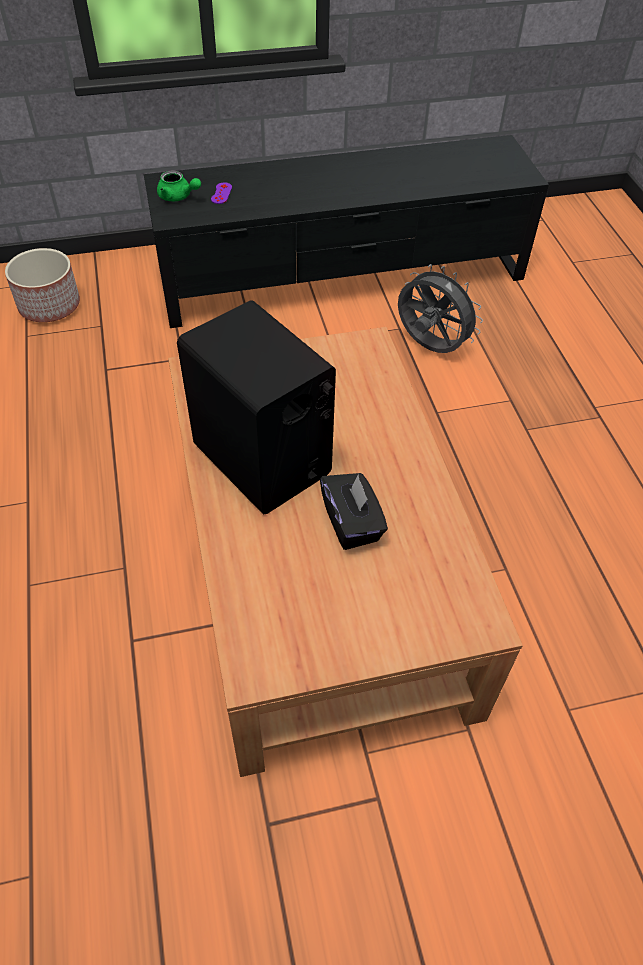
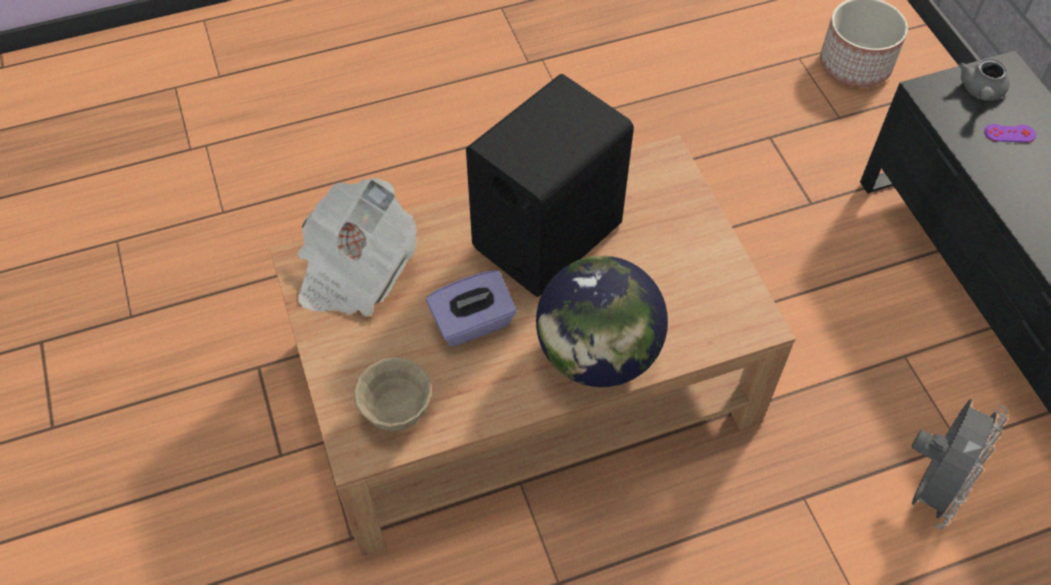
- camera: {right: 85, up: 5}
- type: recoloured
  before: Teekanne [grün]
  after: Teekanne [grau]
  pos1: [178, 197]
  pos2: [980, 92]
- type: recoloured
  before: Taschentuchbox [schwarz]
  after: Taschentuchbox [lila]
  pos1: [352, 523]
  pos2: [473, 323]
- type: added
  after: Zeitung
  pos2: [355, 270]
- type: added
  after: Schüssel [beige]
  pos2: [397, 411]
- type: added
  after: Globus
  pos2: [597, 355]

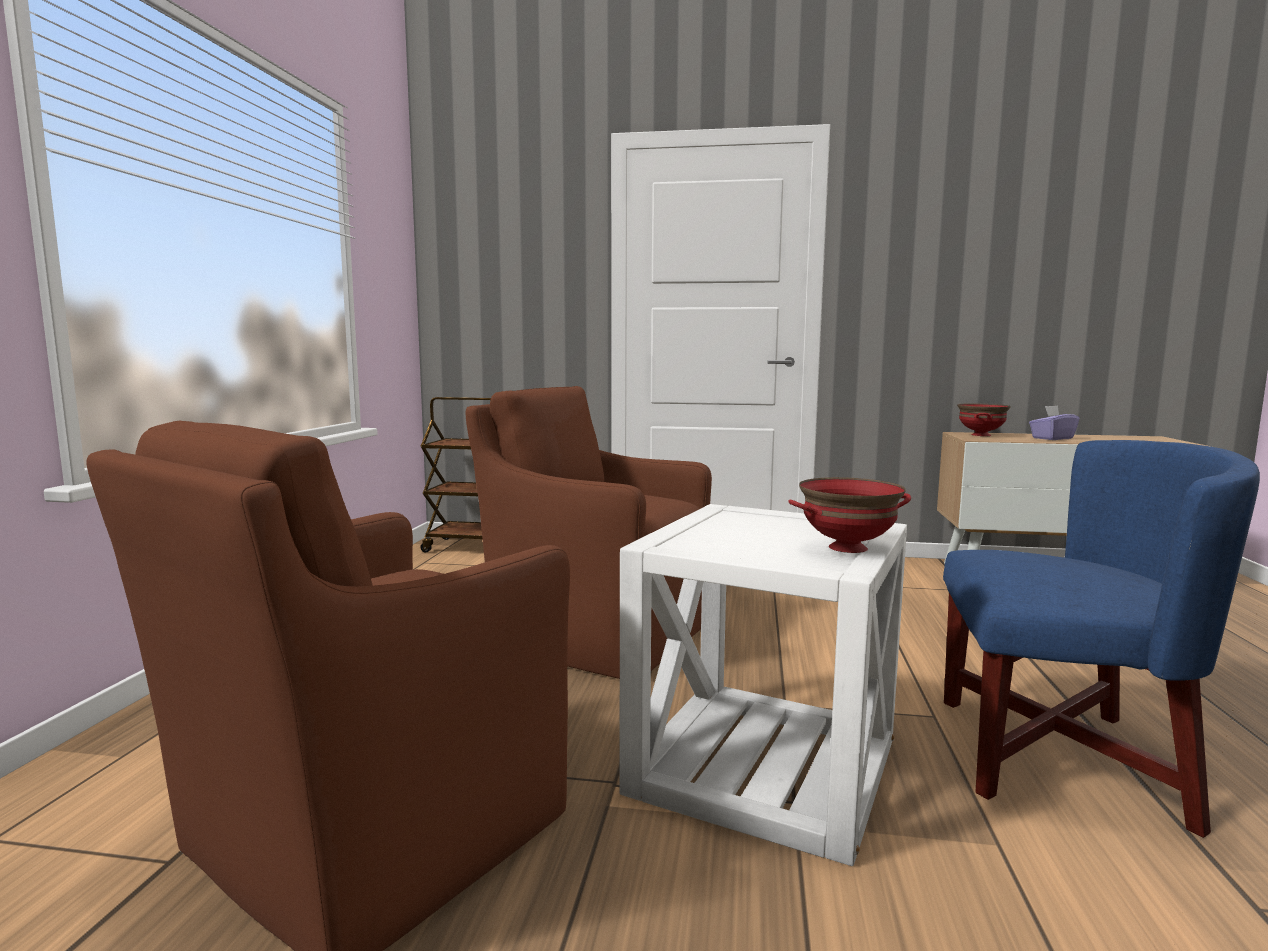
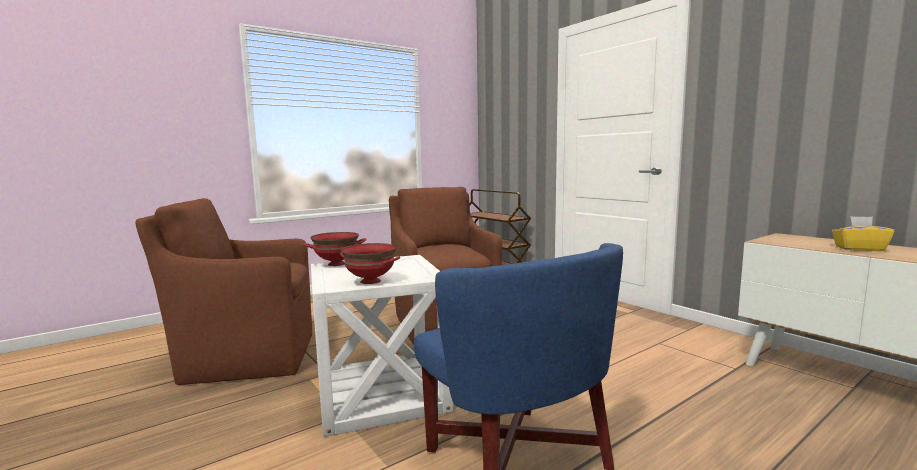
- camera: {right: 45, up: 0}
- type: moved
  before: Schüssel [rot]
  pos1: [981, 435]
  pos2: [336, 264]
- type: recoloured
  before: Taschentuchbox [lila]
  after: Taschentuchbox [gelb]
  pos1: [1052, 438]
  pos2: [859, 248]

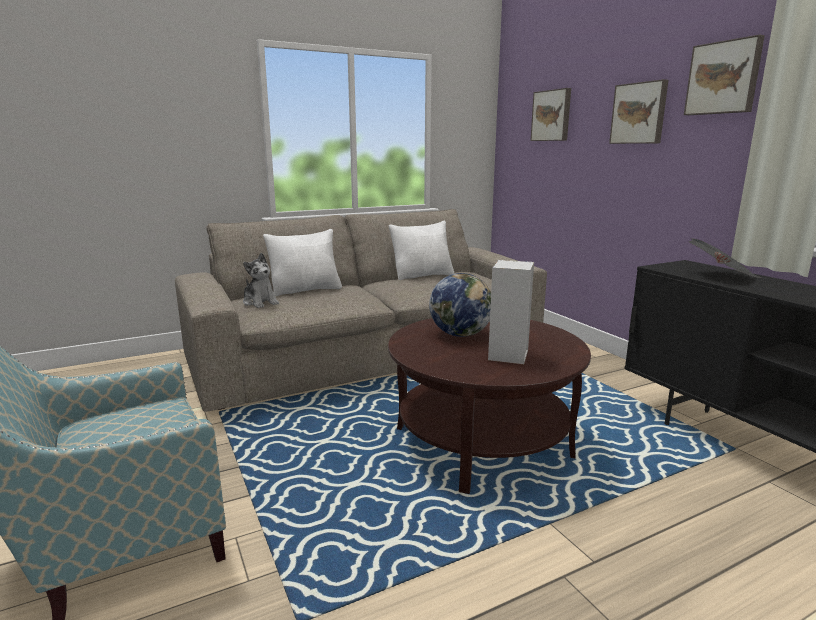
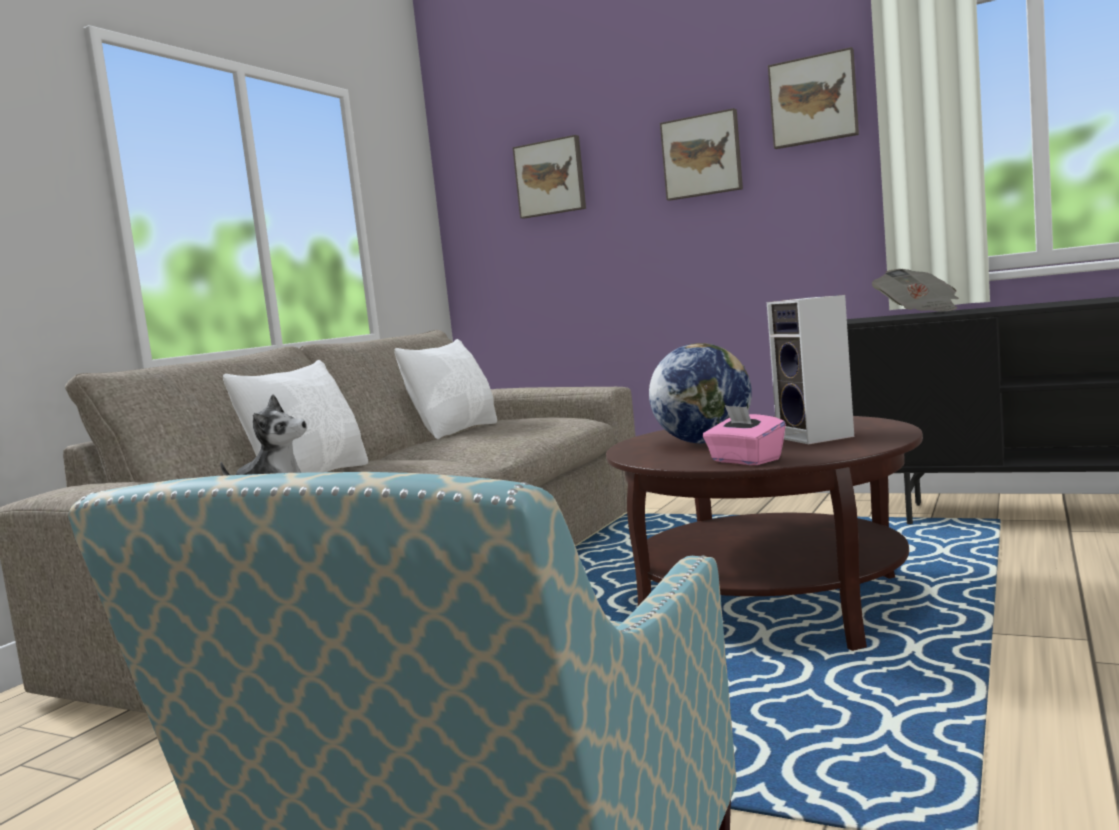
- camera: {right: -35, up: -10}
- type: added
  after: Taschentuchbox [rosa]
  pos2: [745, 461]

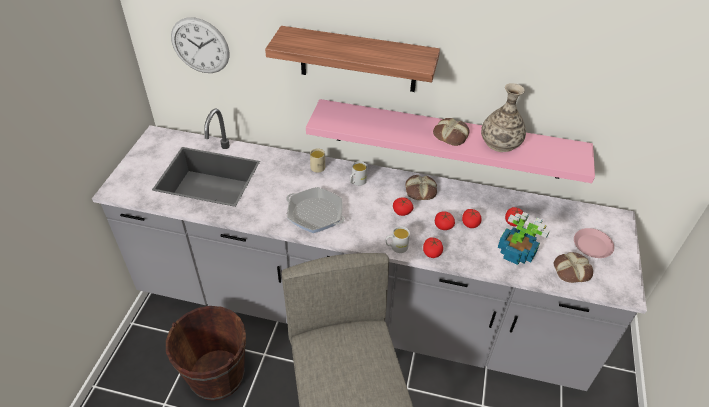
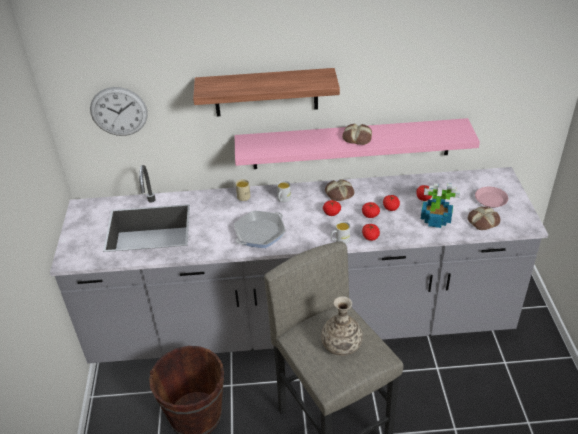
- camera: {right: -15, up: -5}
- type: turned
  before: Pfanne
  pos1: [315, 214]
  pos2: [260, 233]
  turn: -60
- type: moved
  before: Vase
  pos1: [500, 143]
  pos2: [341, 344]

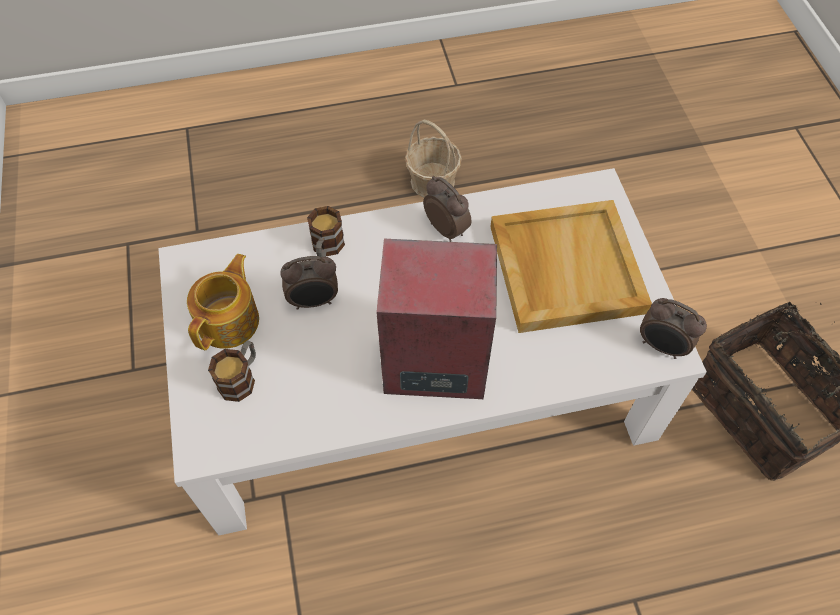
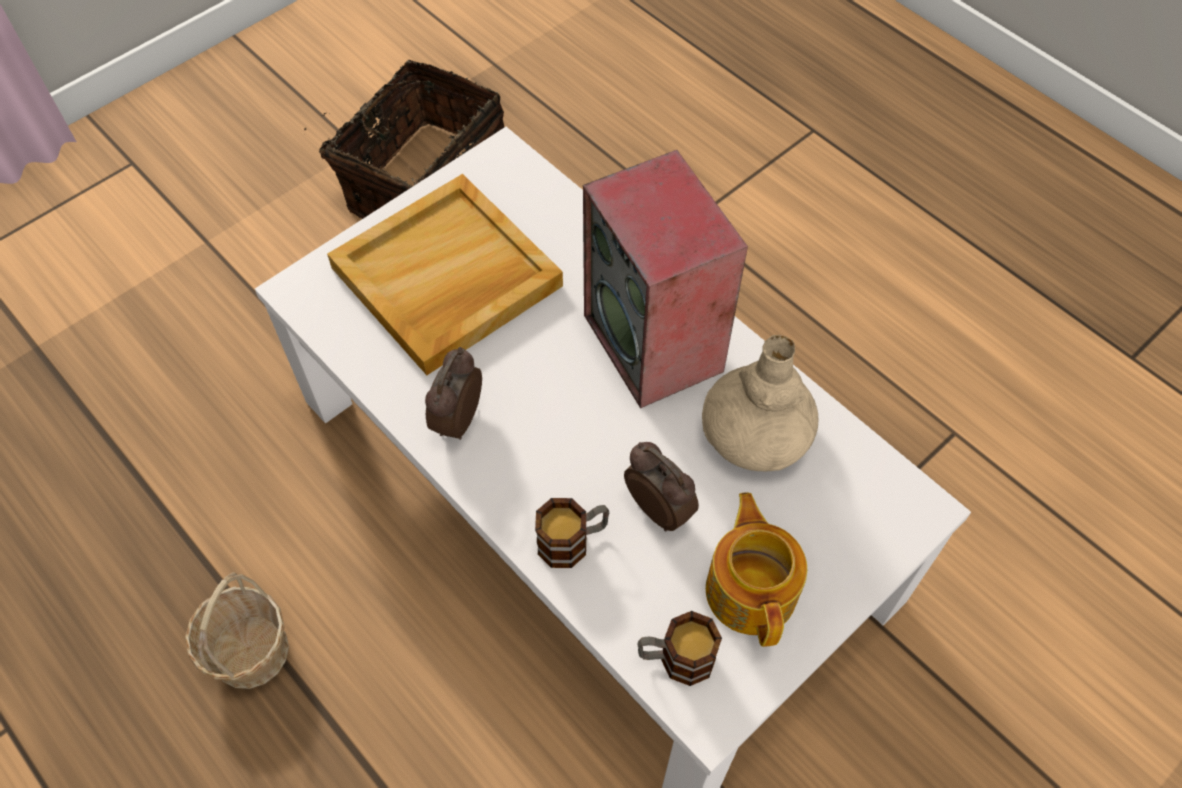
- camera: {right: -120, up: 0}
- type: turned
  before: Teekanne
  pos1: [230, 320]
  pos2: [751, 589]
  turn: 90
- type: moved
  before: Henkelbecher
  pos1: [241, 378]
  pos2: [675, 658]
- type: removed
  before: Wecker
  pos1: [662, 346]
- type: added
  after: Vase [beige]
  pos2: [756, 432]

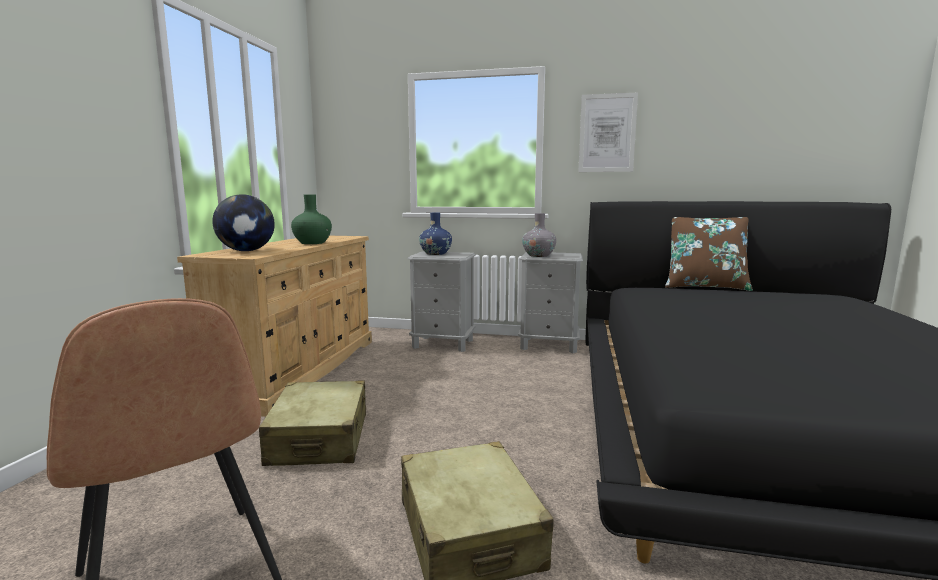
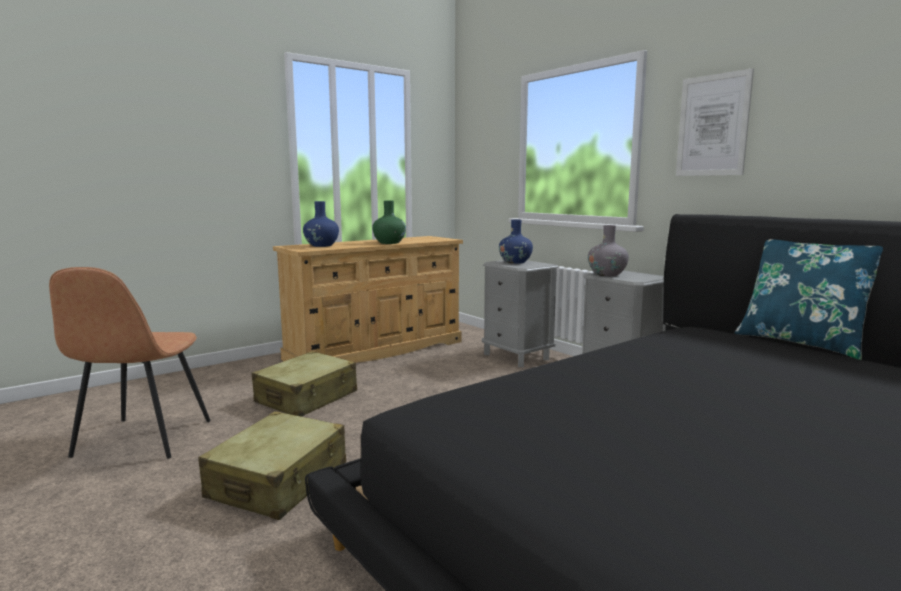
- camera: {right: 40, up: 0}
- type: replaced
  before: Globus
  after: Vase [blau]
  pos1: [246, 251]
  pos2: [321, 245]
- type: recoloured
  before: Kissen [braun]
  after: Kissen [blau]
  pos1: [704, 287]
  pos2: [801, 343]

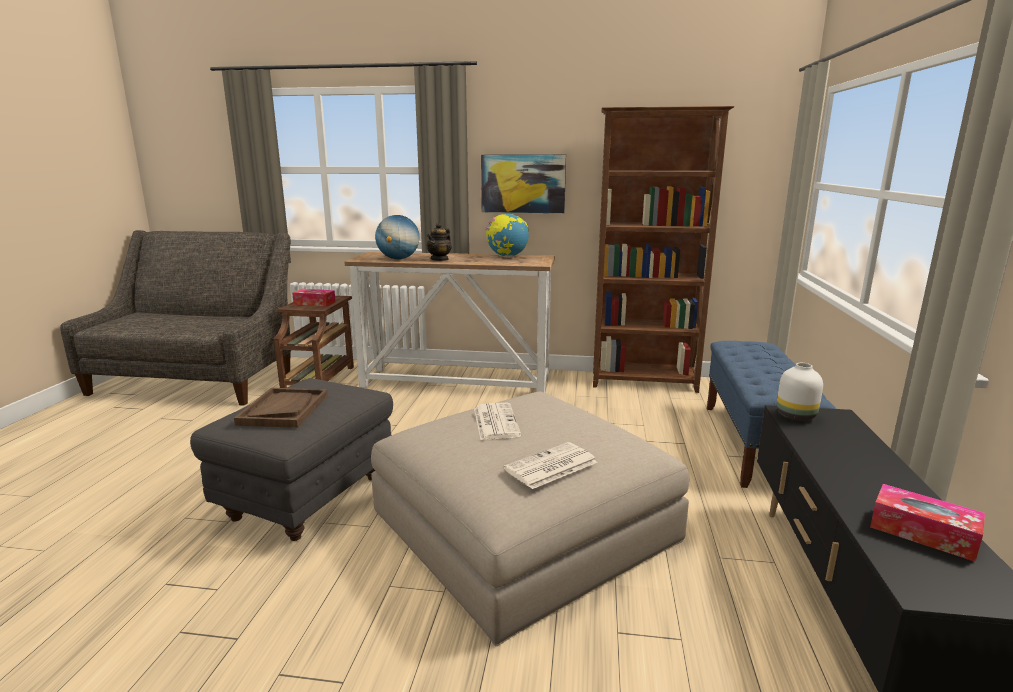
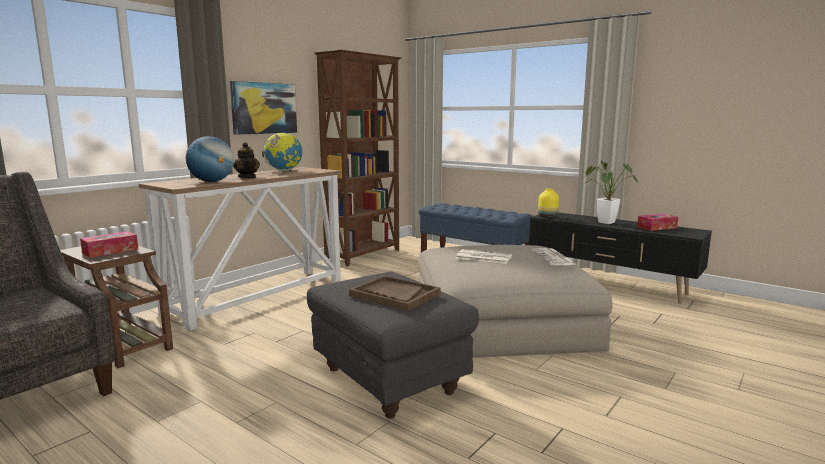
- camera: {right: -60, up: -5}
- type: recoloured
  before: Vase [weiß]
  after: Vase [gelb]
  pos1: [795, 416]
  pos2: [547, 217]
- type: added
  after: Topfpflanze
  pos2: [603, 222]

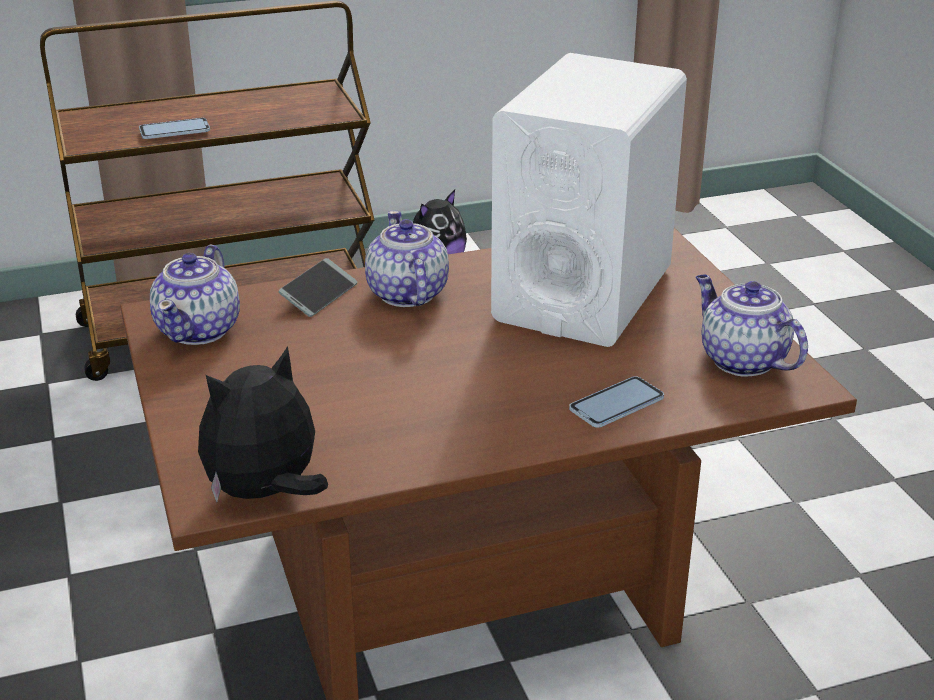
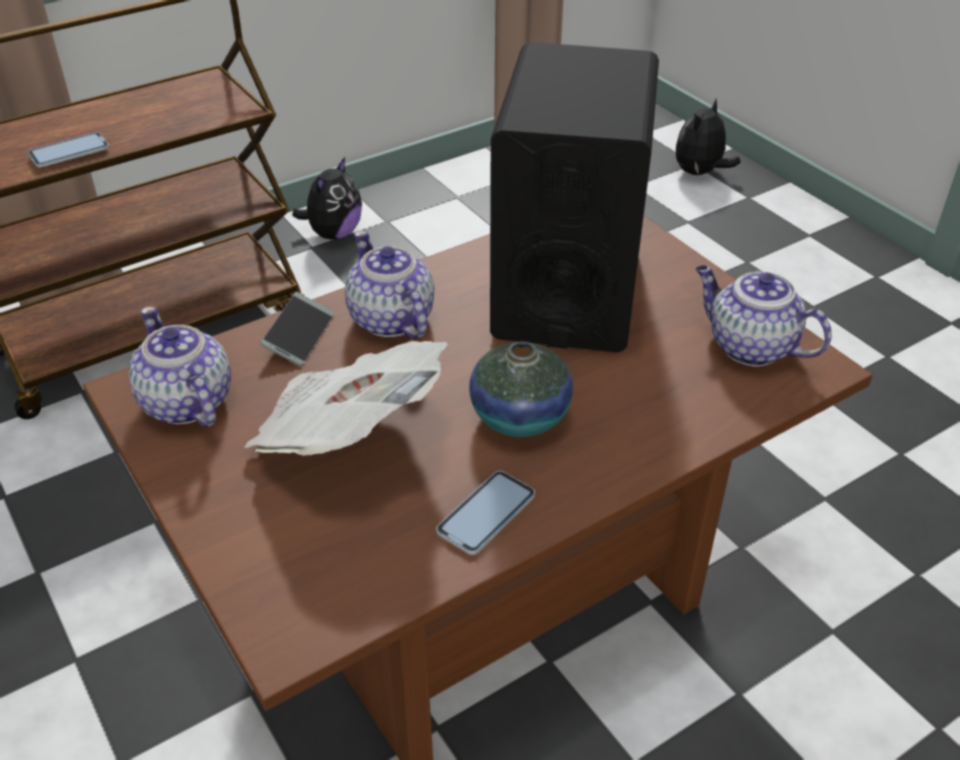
- camera: {right: -15, up: 10}
- type: turned
  before: Teekanne
  pos1: [200, 330]
  pos2: [186, 403]
  turn: 150
- type: moved
  before: Plüschtier
  pos1: [265, 493]
  pos2: [700, 173]
- type: recoloured
  before: Lautsprecher [weiß]
  after: Lautsprecher [schwarz]
  pos1: [583, 294]
  pos2: [566, 291]
- type: moved
  before: Handy
  pos1: [616, 404]
  pos2: [486, 514]
- type: added
  after: Zeitung
  pos2: [348, 435]
- type: added
  after: Vase
  pos2: [520, 417]

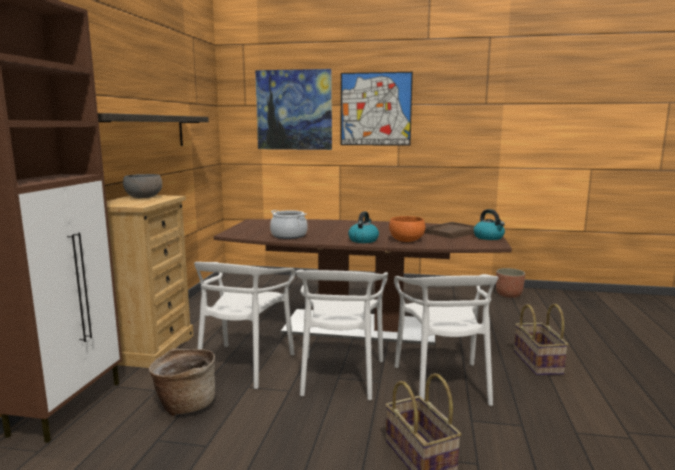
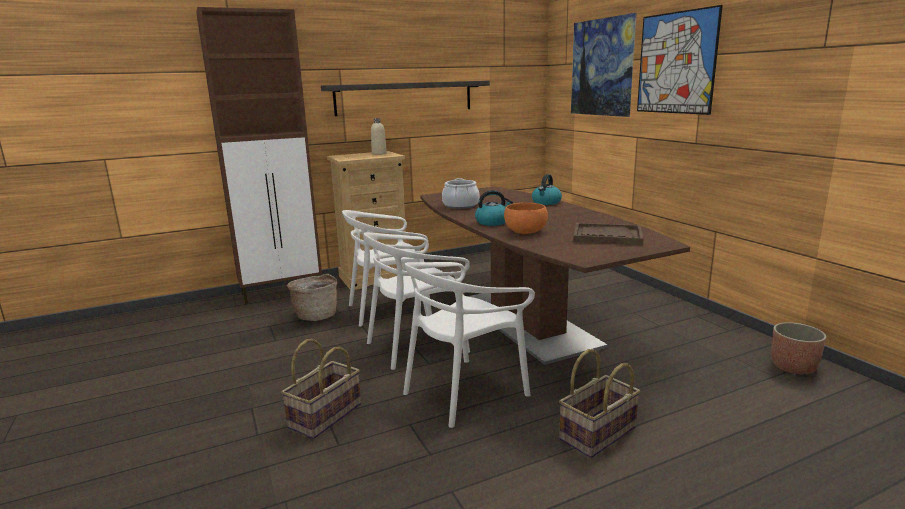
- camera: {right: 55, up: 5}
- type: replaced
  before: Schüssel [grau]
  after: Flasche [beige]
  pos1: [144, 197]
  pos2: [379, 153]
- type: moved
  before: Wasserkessel
  pos1: [489, 237]
  pos2: [546, 202]

